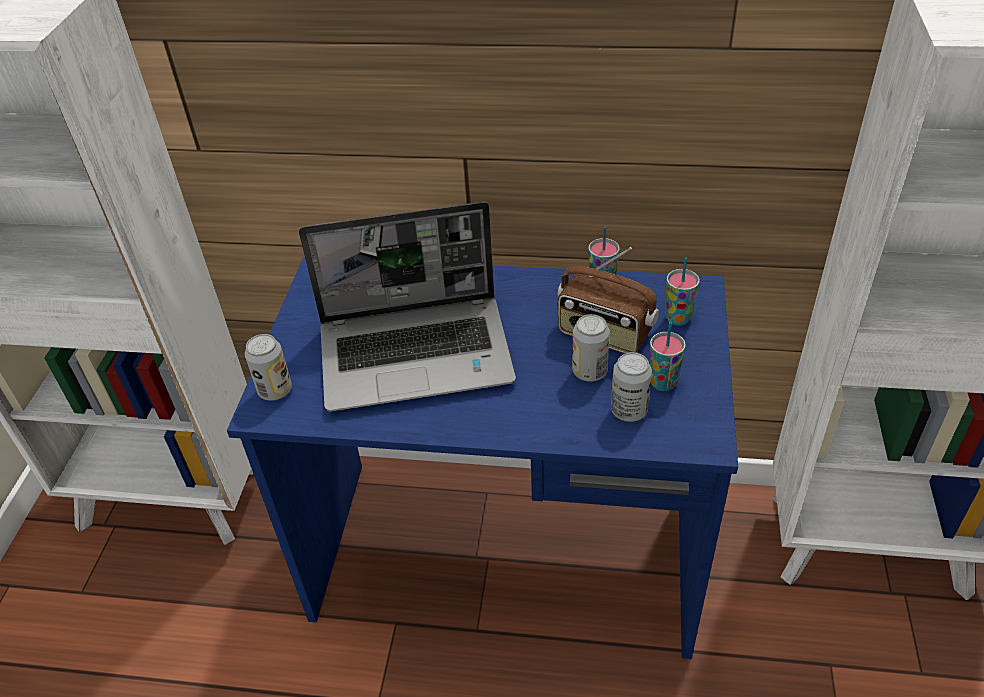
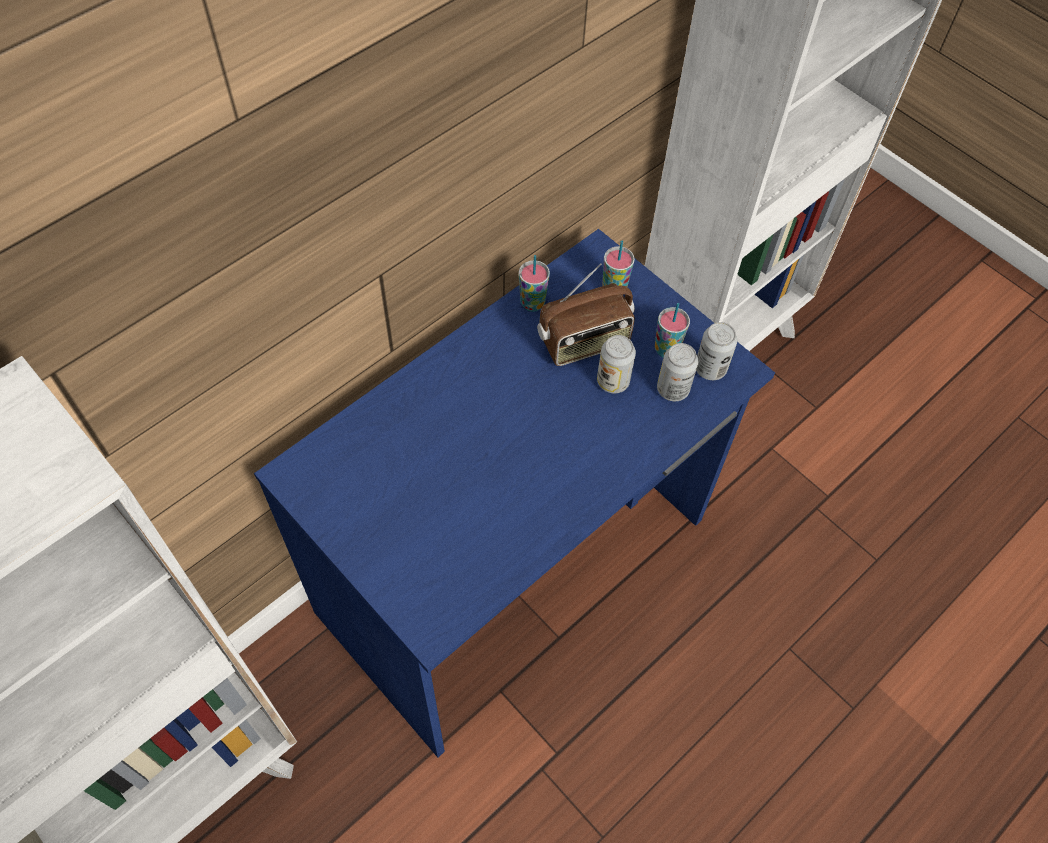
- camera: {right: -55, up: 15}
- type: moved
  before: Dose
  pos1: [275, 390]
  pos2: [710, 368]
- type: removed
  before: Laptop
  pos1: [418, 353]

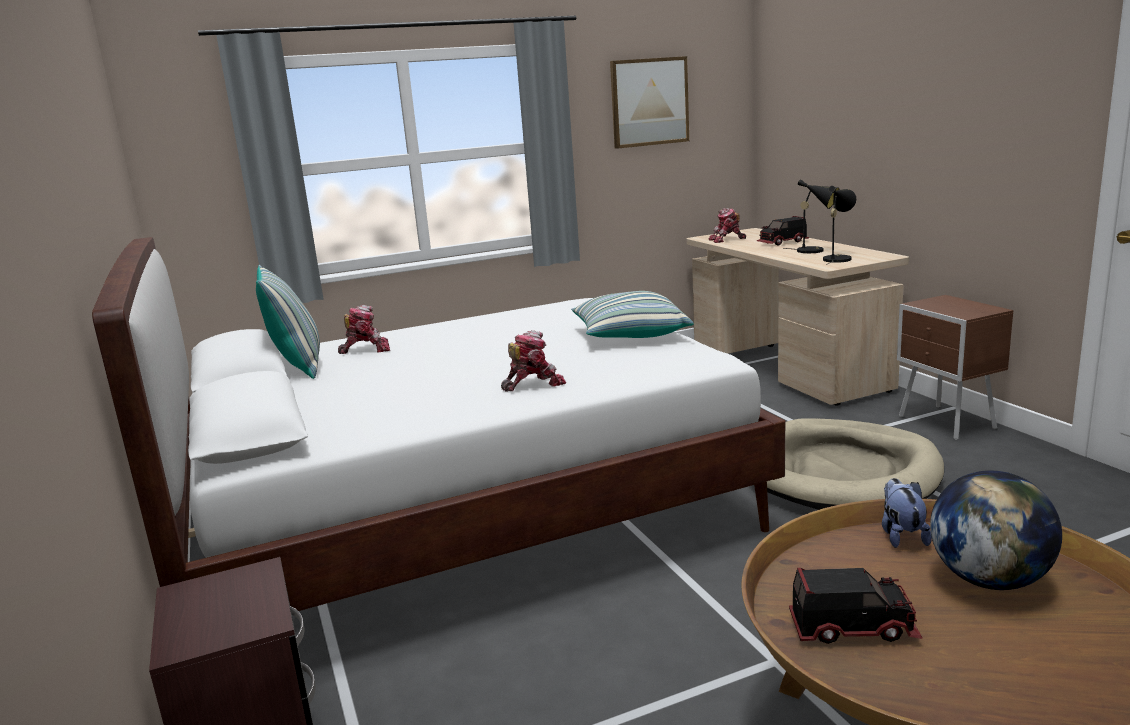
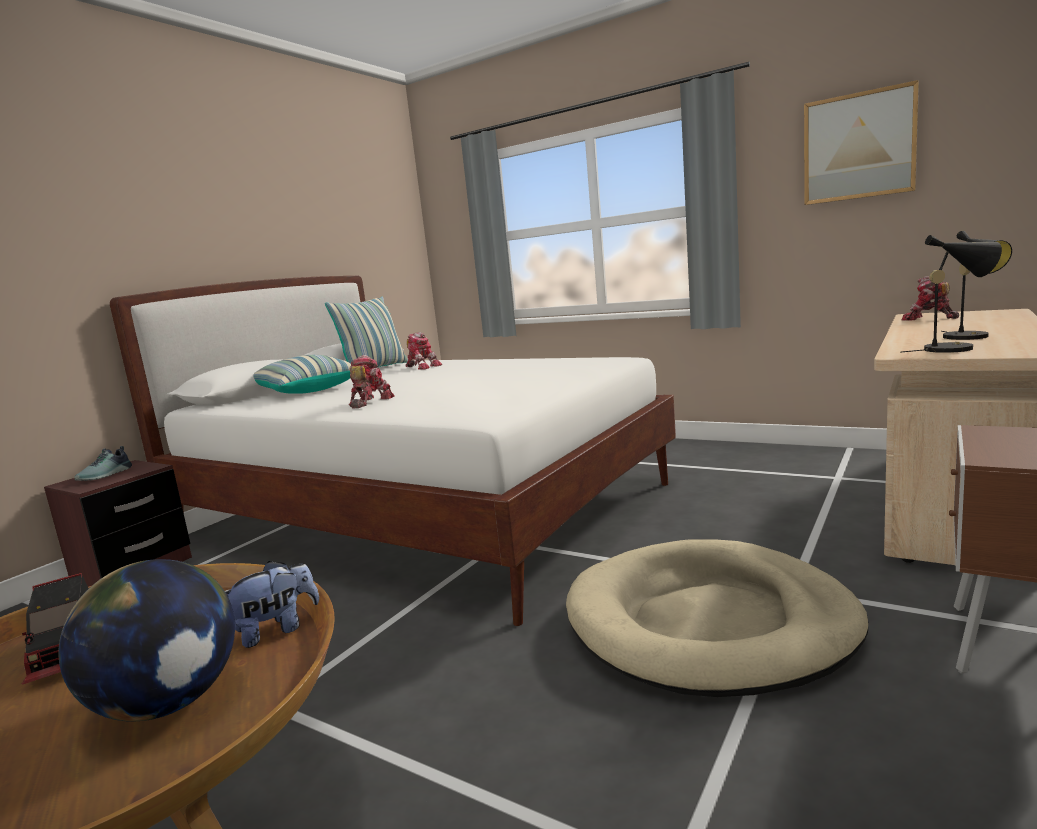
- camera: {right: 55, up: -5}
- type: turned
  before: Spielzeugroboter
  pos1: [533, 384]
  pos2: [369, 402]
  turn: -105
- type: moved
  before: Kissen
  pos1: [629, 335]
  pos2: [305, 391]
- type: removed
  before: Spielzeuglaster
  pos1: [783, 243]
- type: added
  after: Schuh
  pos2: [106, 475]

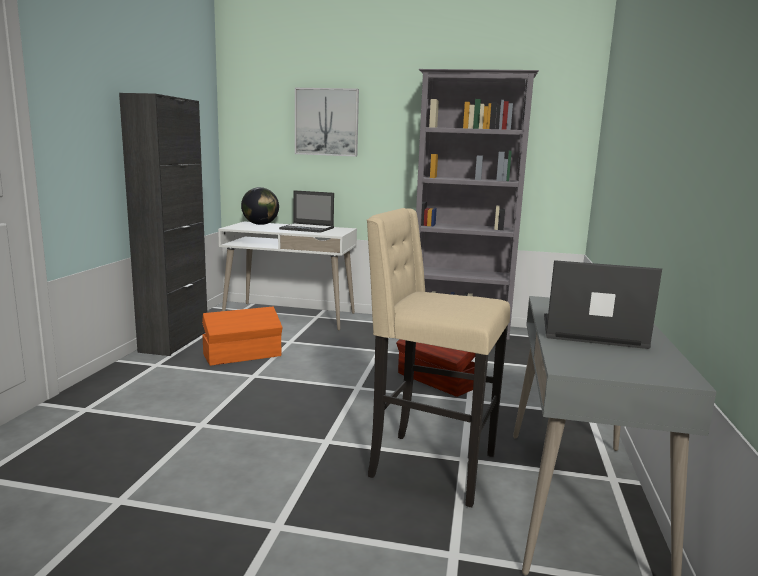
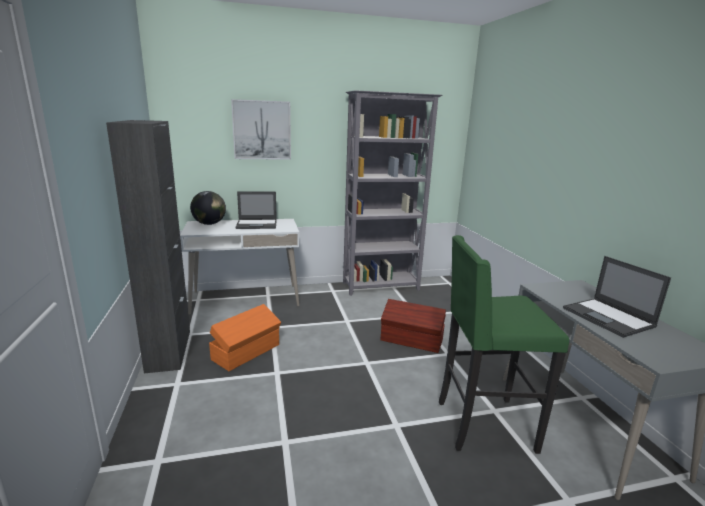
- camera: {right: -25, up: 5}
- type: recoloured
  before: Hocker [beige]
  after: Hocker [grün]
  pos1: [429, 466]
  pos2: [482, 425]
- type: turned
  before: Laptop
  pos1: [591, 332]
  pos2: [609, 318]
  turn: -105

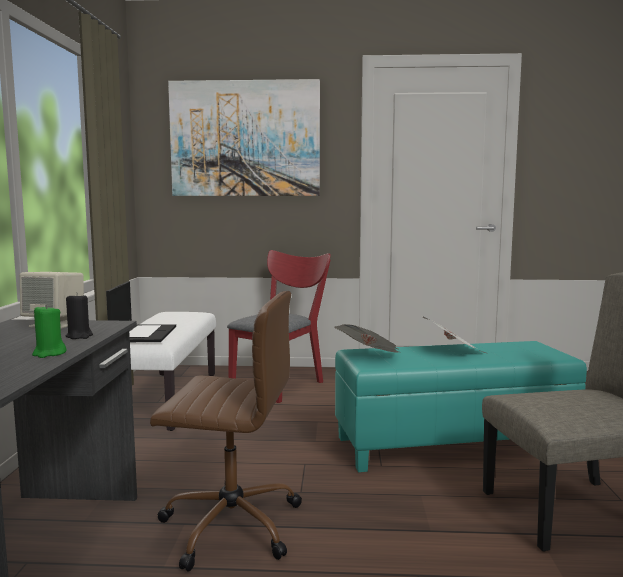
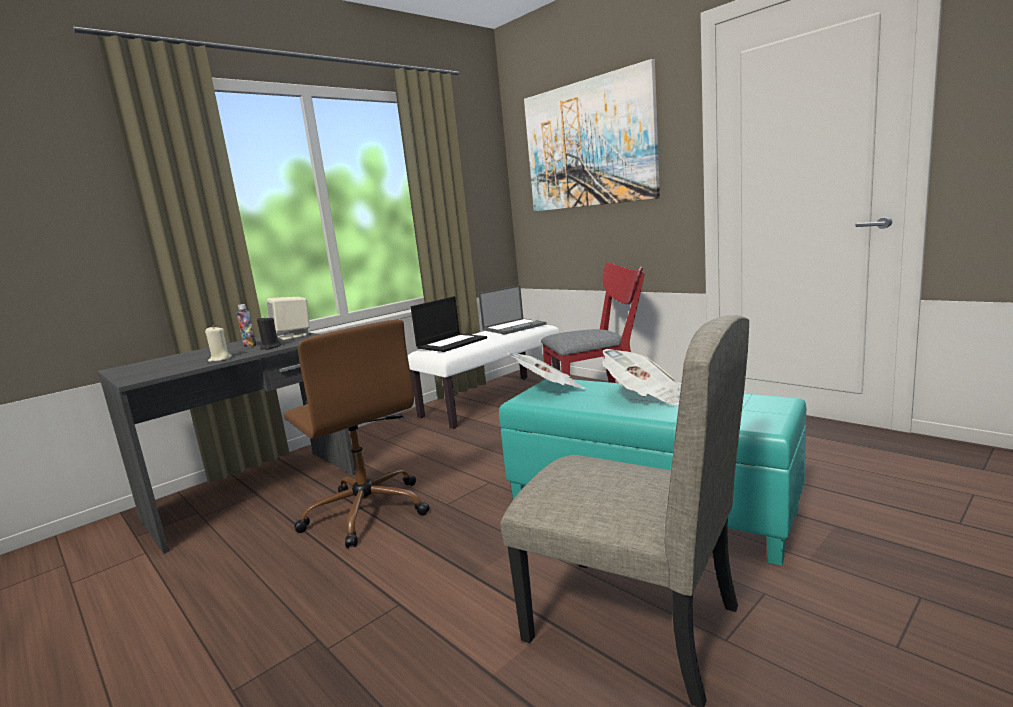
- camera: {right: 45, up: 5}
- type: recoloured
  before: Kerze [grün]
  after: Kerze [beige]
  pos1: [49, 354]
  pos2: [220, 359]
- type: added
  after: Flasche
  pos2: [250, 345]
- type: added
  after: Laptop
  pos2: [514, 327]

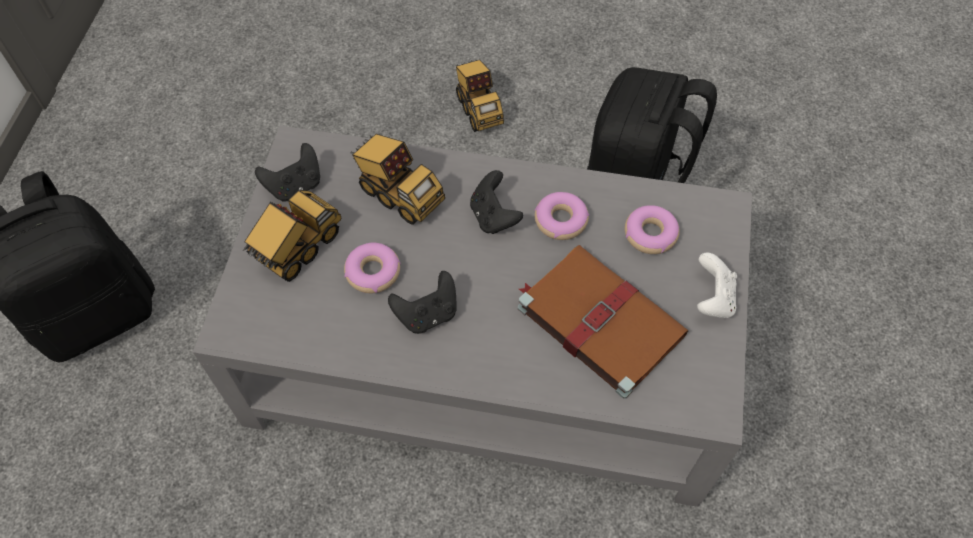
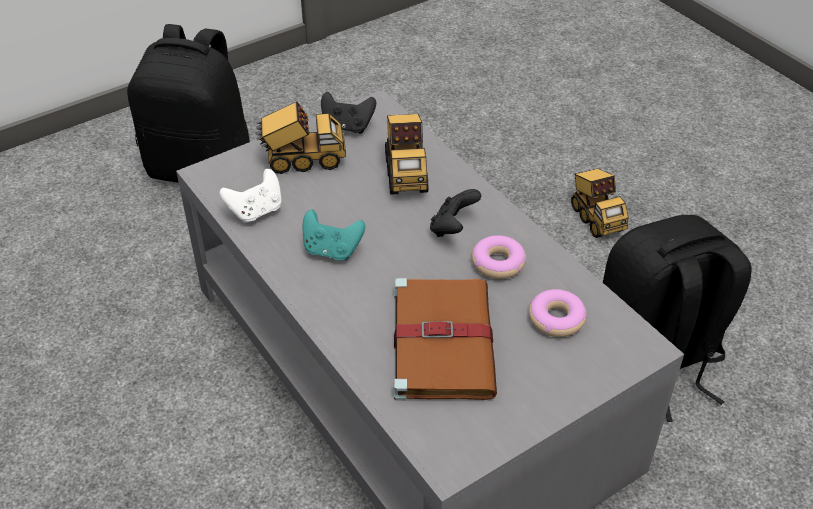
- camera: {right: 45, up: -15}
- type: removed
  before: Donut
  pos1: [373, 272]
- type: recoloured
  before: Gamepad [schwarz]
  after: Gamepad [türkis]
  pos1: [427, 314]
  pos2: [332, 250]
- type: turned
  before: Spielzeuglaster
  pos1: [478, 109]
  pos2: [596, 218]
  turn: -45
- type: moved
  before: Gamepad [weiß]
  pos1: [712, 299]
  pos2: [256, 211]

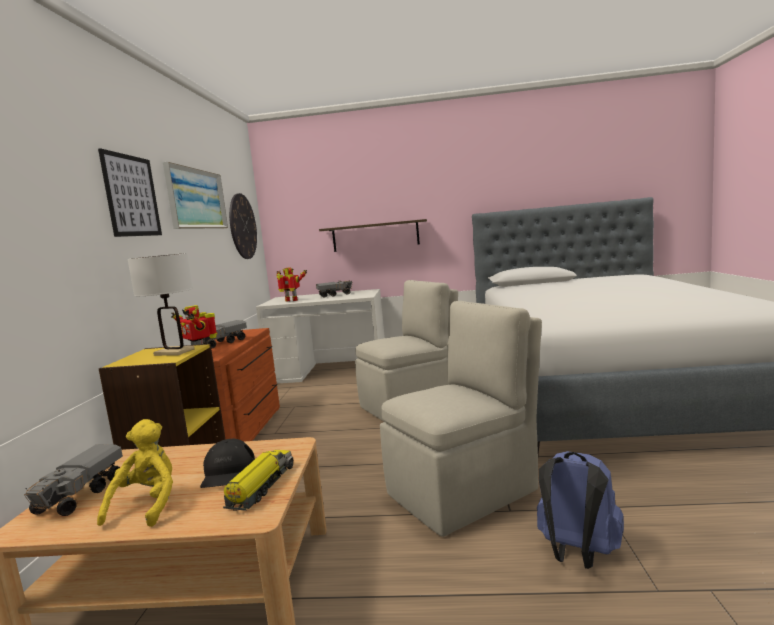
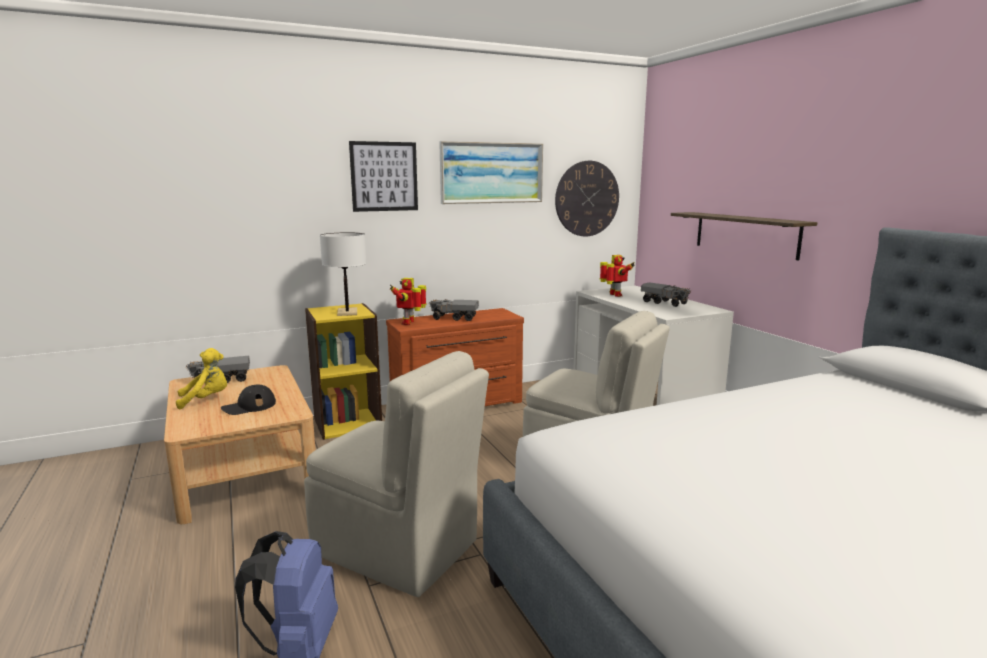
- camera: {right: 60, up: 5}
- type: removed
  before: Spielzeuglaster
  pos1: [261, 487]

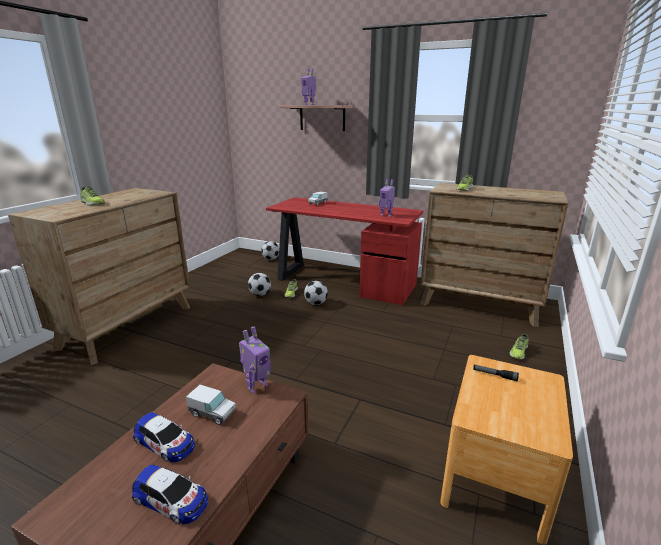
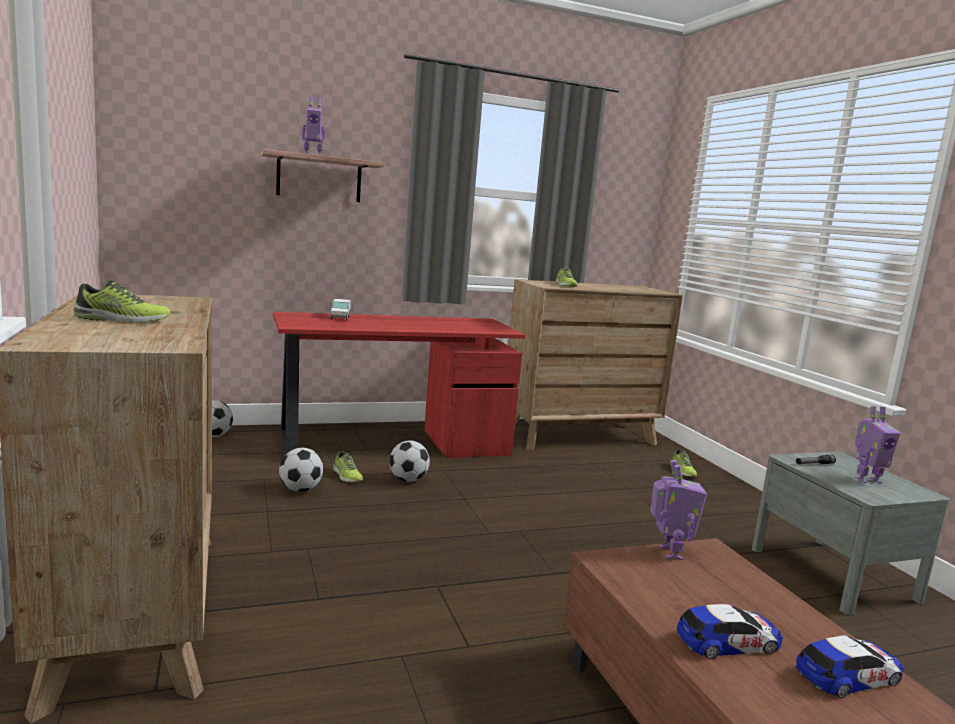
- camera: {right: -45, up: -10}
- type: removed
  before: Spielzeuglaster
  pos1: [212, 413]
- type: moved
  before: Spielzeugroboter
  pos1: [386, 215]
  pos2: [866, 479]
- type: recoloured
  before: Nachttisch [braun]
  after: Nachttisch [grau]
  pos1: [495, 475]
  pos2: [832, 574]

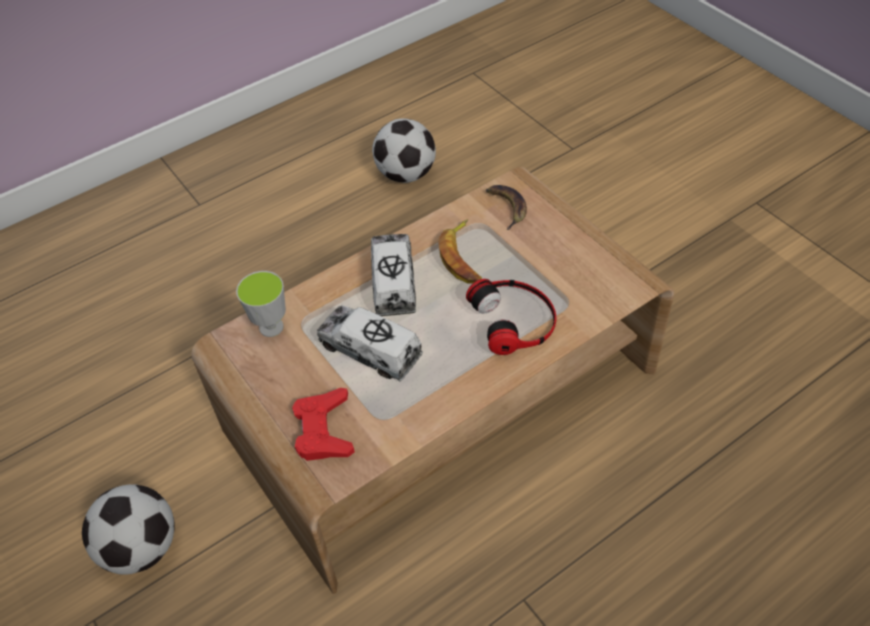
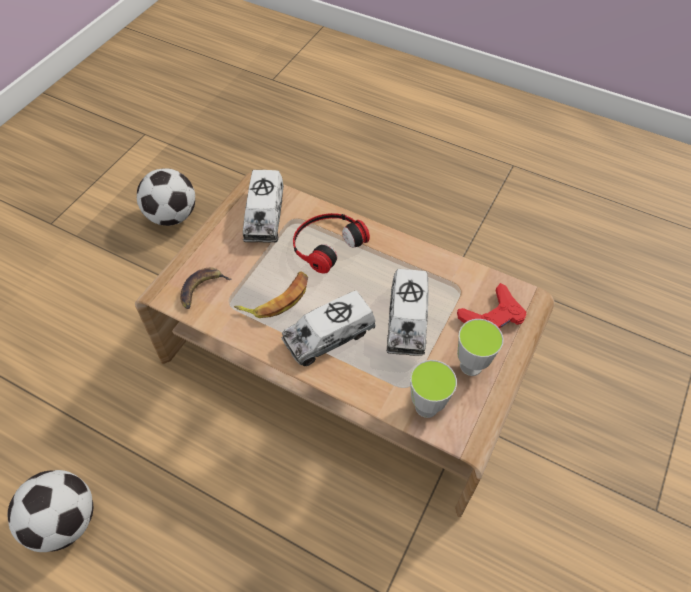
- camera: {right: -120, up: 5}
- type: moved
  before: Fußball
  pos1: [142, 547]
  pos2: [172, 216]
- type: added
  after: Spielzeuglaster
  pos2: [264, 216]
- type: added
  after: Tasse
  pos2: [471, 366]

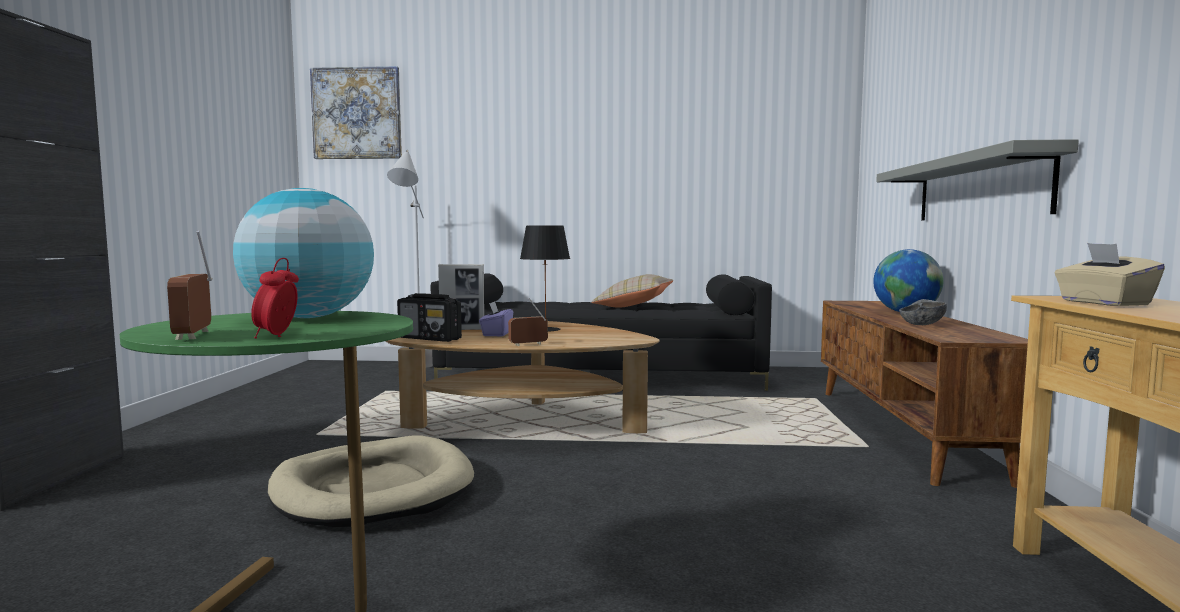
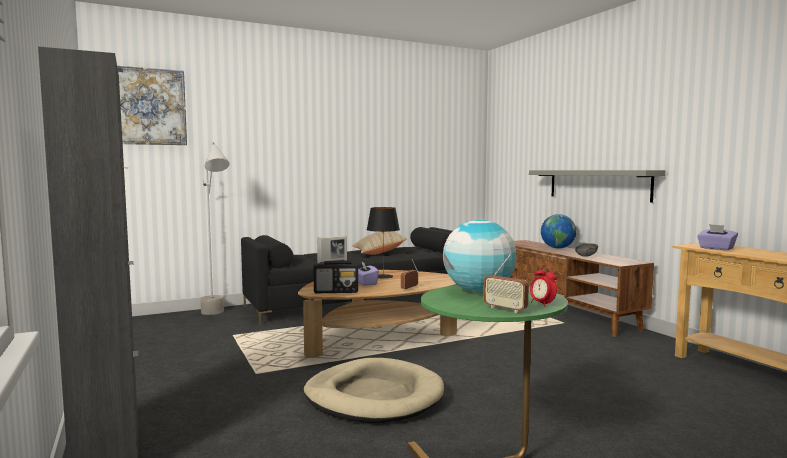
- camera: {right: -30, up: 0}
- type: recoloured
  before: Taschentuchbox [beige]
  after: Taschentuchbox [lila]
  pos1: [1103, 303]
  pos2: [716, 248]

